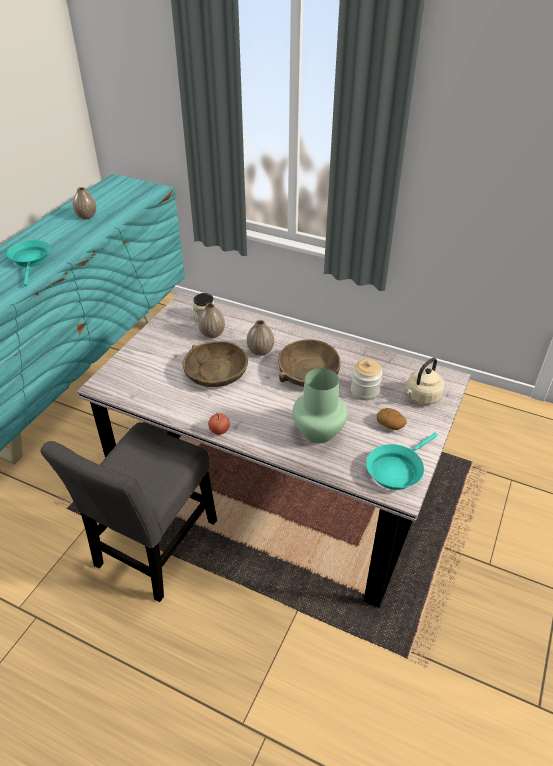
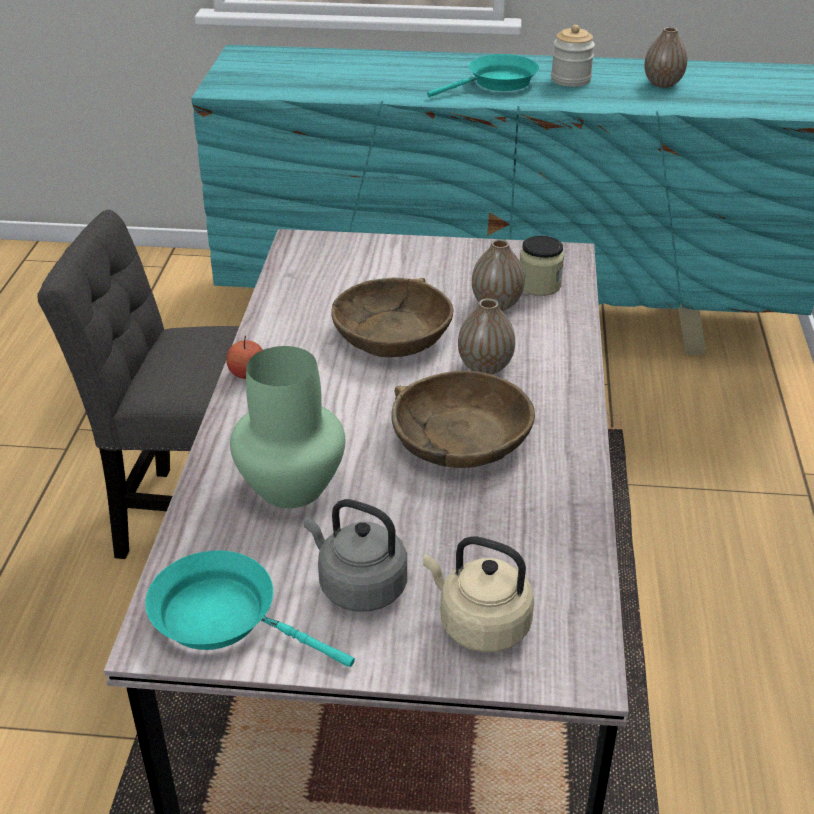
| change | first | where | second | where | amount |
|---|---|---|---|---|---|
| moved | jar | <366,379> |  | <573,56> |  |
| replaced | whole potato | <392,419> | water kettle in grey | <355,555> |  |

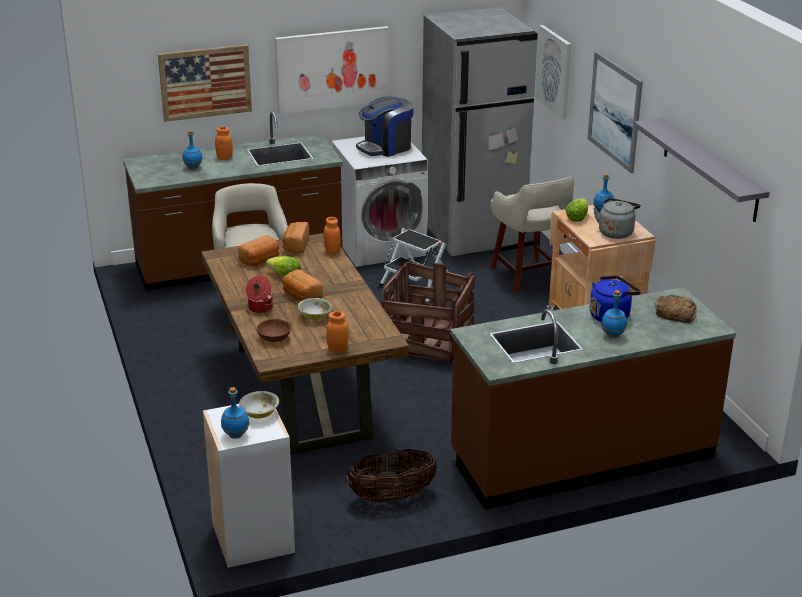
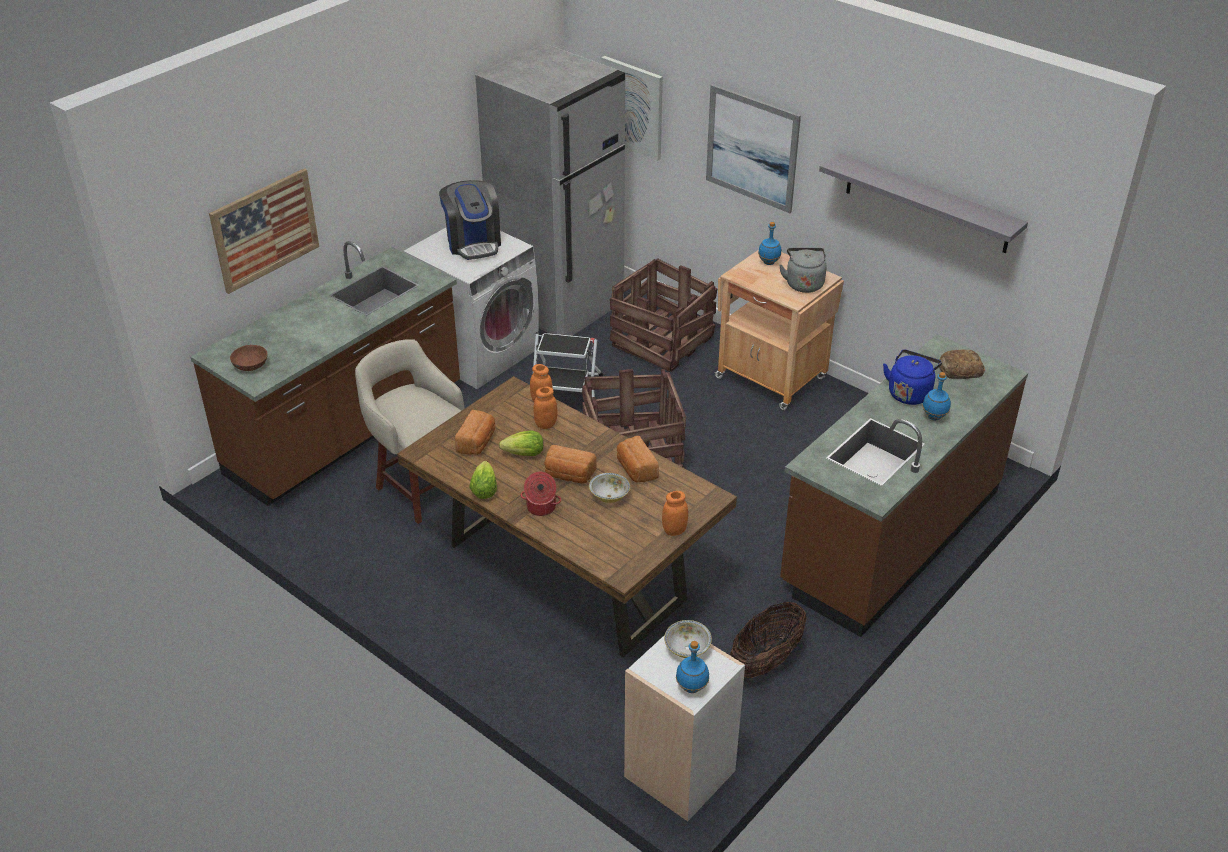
| change | first | where | second | where | amount |
|---|---|---|---|---|---|
| removed | bottle in bluish | <192,149> |  |  |  |
| moved | jar in orange | <224,143> |  | <545,408> |  |
| moved | bowl in brown | <274,330> |  | <249,358> |  |
| removed | picture | <332,70> |  |  |  |
| moved | bread | <295,238> |  | <638,459> |  |
| turned | coffee brewer | <385,127> |  | <470,220> | 45 degrees counterclockwise |
| replaced | stool in beige-coloured | <532,235> | crate | <663,315> |  |
| moved | lettuce head | <576,210> |  | <483,480> |  |

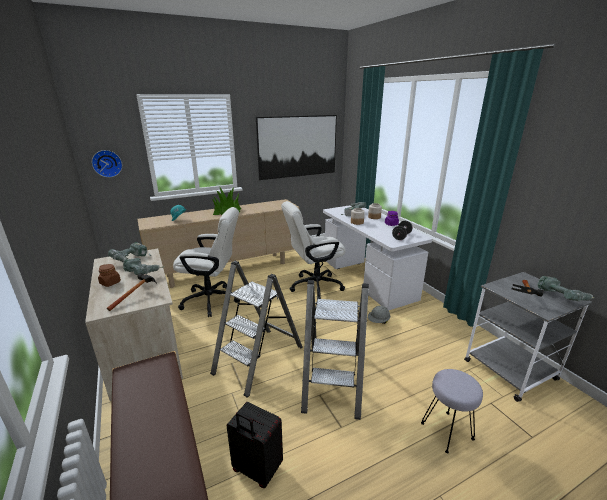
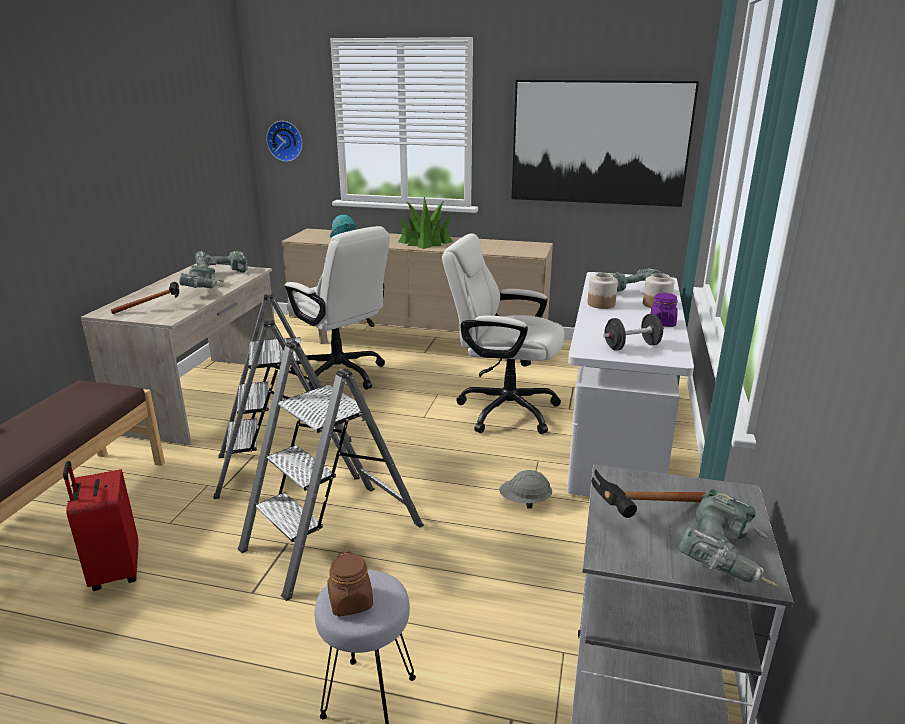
| change | first | where | second | where | amount |
|---|---|---|---|---|---|
| moved | jar in brown | <109,275> |  | <350,584> |  |
| recoloured | suitcase in black | <254,445> | suitcase in red | <101,526> |  |

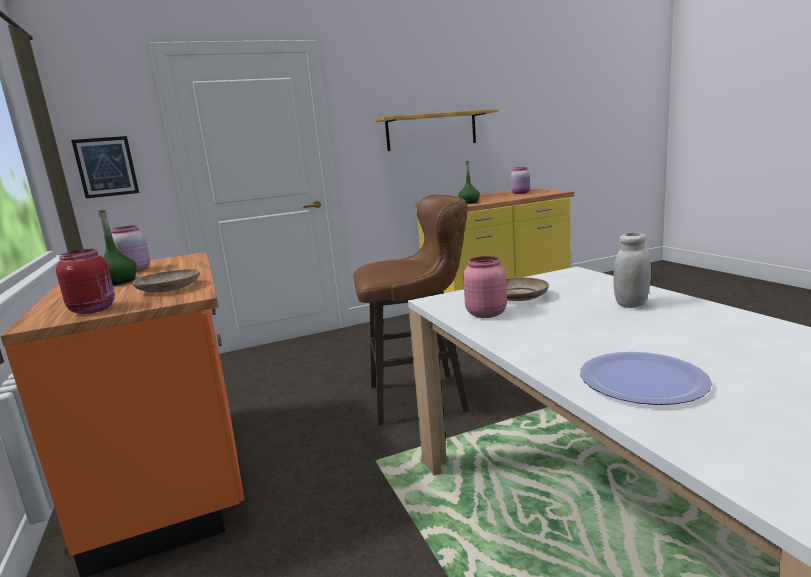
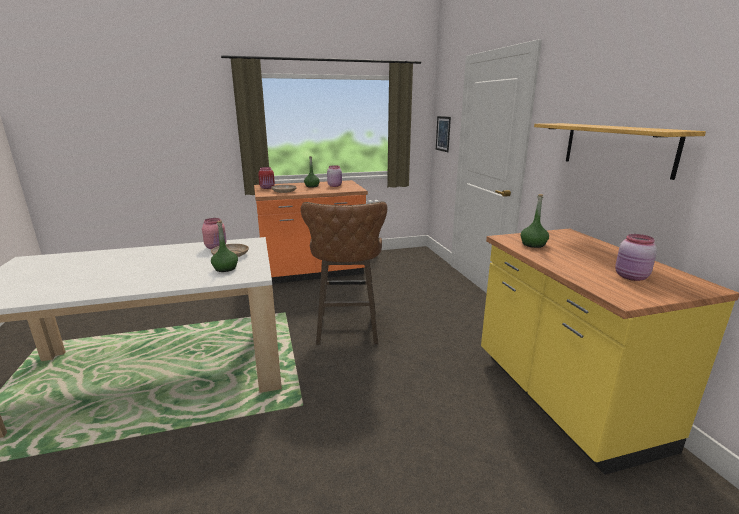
| change | first | where | second | where | amount |
|---|---|---|---|---|---|
| removed | plate | <646,378> |  |  |  |
| removed | jar in white | <632,270> |  |  |  |
| added |  |  | bottle in green | <224,246> |  |

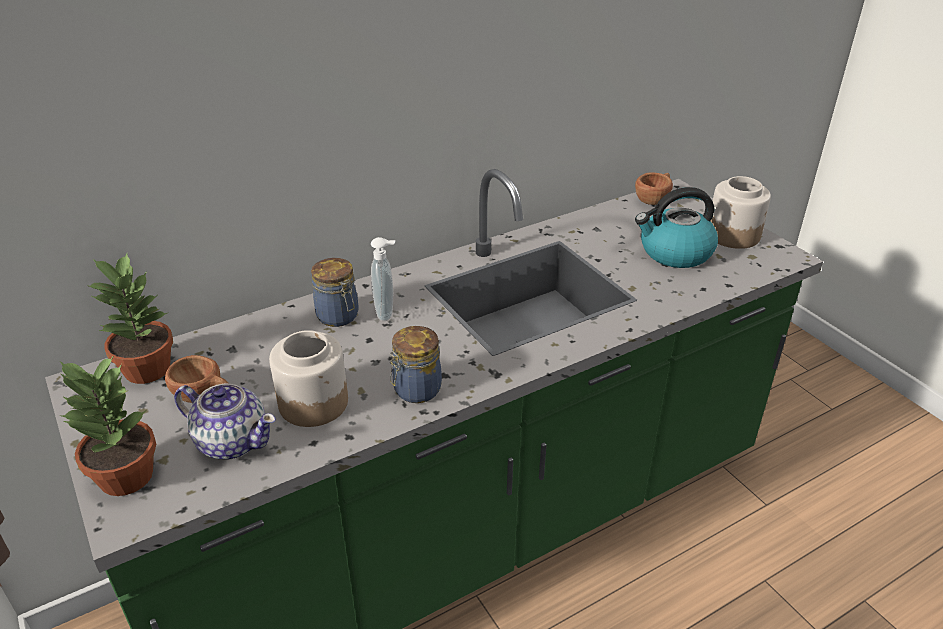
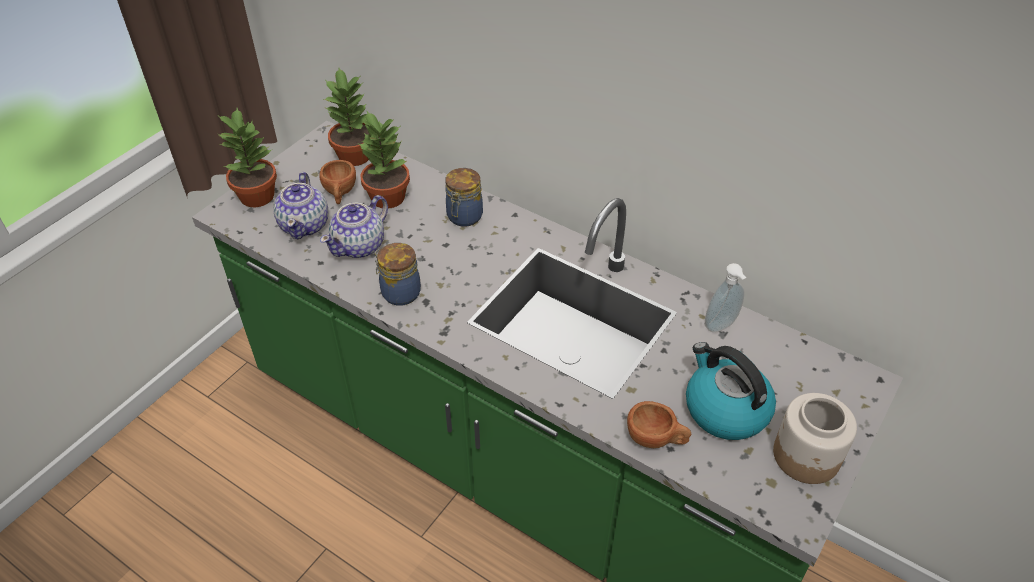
| change | first | where | second | where | amount |
|---|---|---|---|---|---|
| replaced | jar | <308,378> | teapot | <354,226> |  |
| moved | soap dispenser | <383,279> |  | <726,297> |  |
| moved | drinking cup in brown | <654,188> |  | <659,424> |  |
| added |  |  | plant in a pot | <384,159> |  |

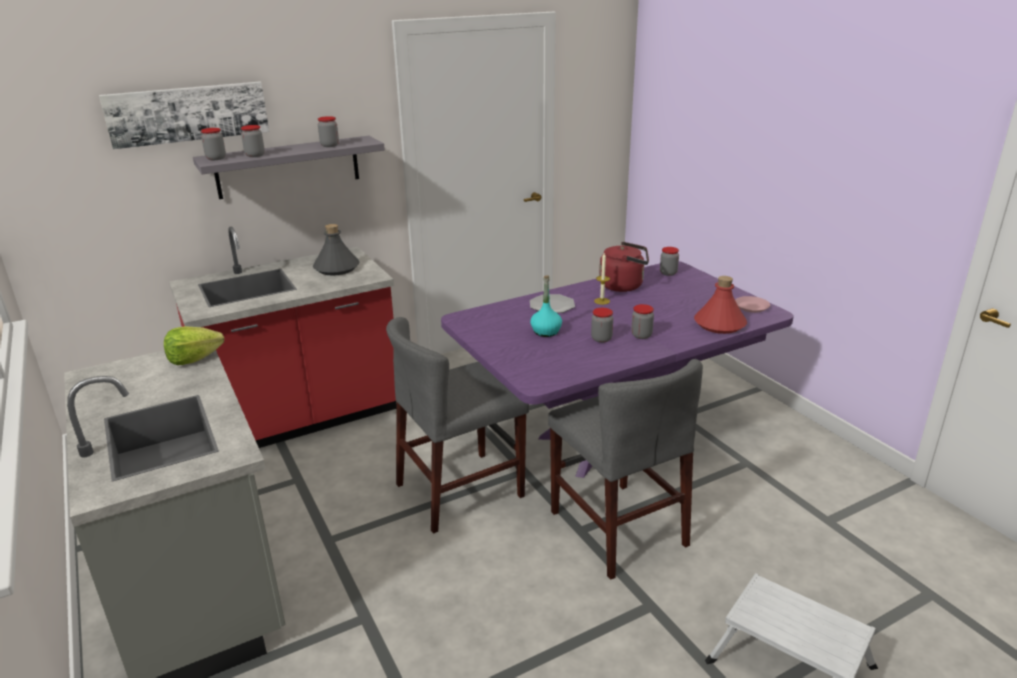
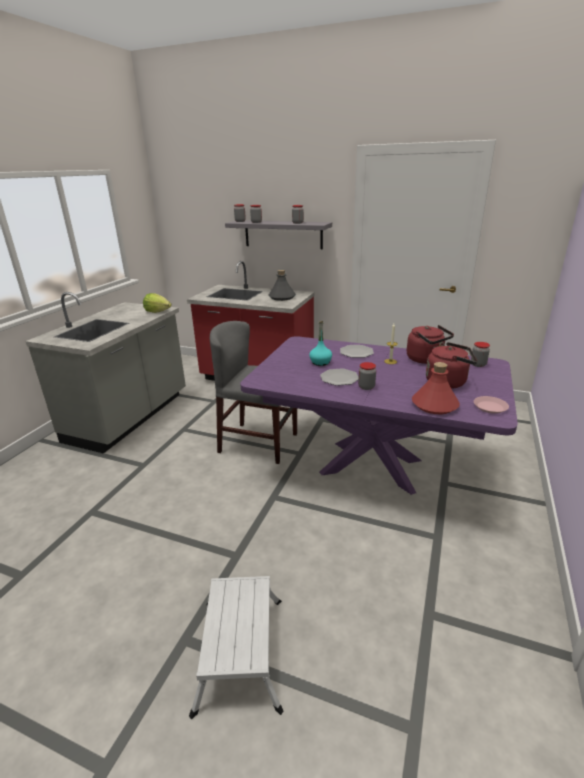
| change | first | where | second | where | amount |
|---|---|---|---|---|---|
| removed | picture | <184,115> |  |  |  |
| removed | upright chair in grey | <625,469> |  |  |  |
| replaced | jar | <602,325> | plate | <339,377> |  |
| added |  |  | water kettle in red | <451,365> |  |

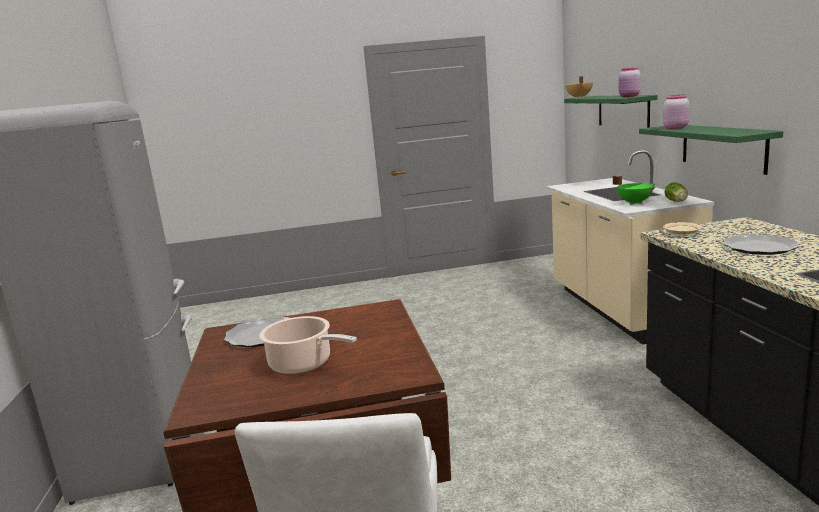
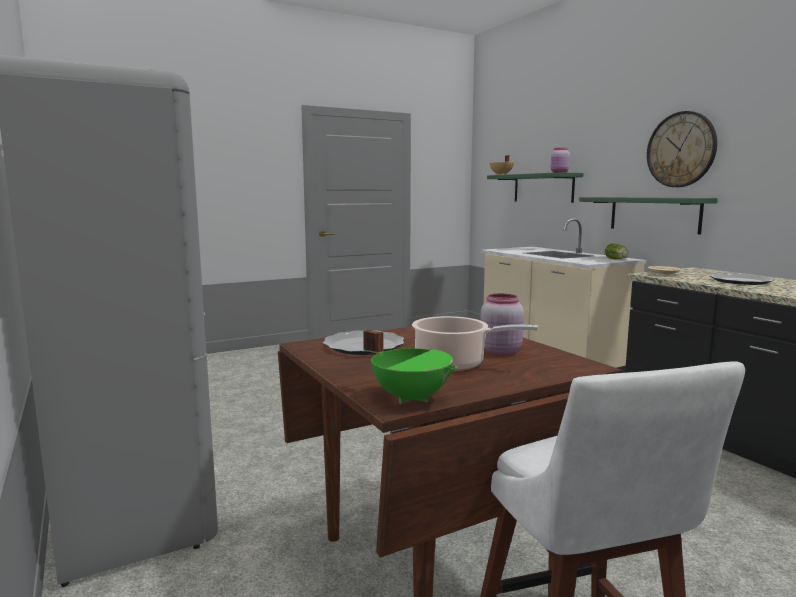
| change | first | where | second | where | amount |
|---|---|---|---|---|---|
| moved | cooking pot in green | <634,190> |  | <410,367> |  |
| moved | jar in pinkish | <676,112> |  | <502,324> |  |
| added |  |  | wall clock | <682,149> |  |

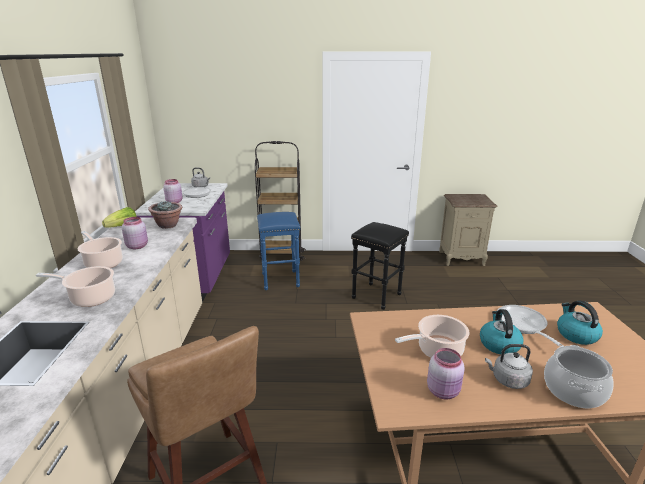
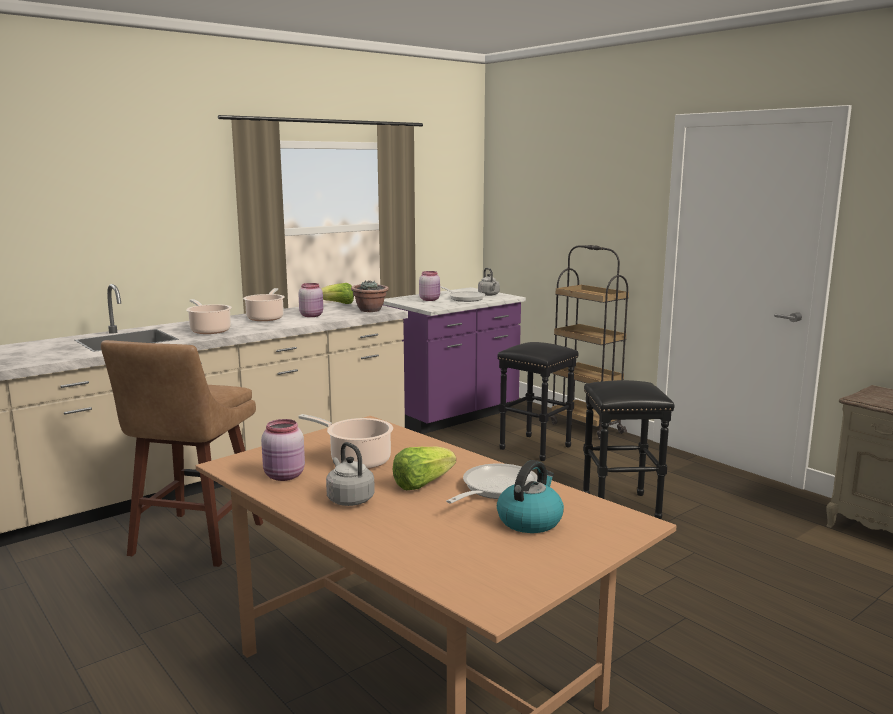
| change | first | where | second | where | amount |
|---|---|---|---|---|---|
| recoloured | stool in bluish | <278,251> | stool in black | <537,401> |  |
| replaced | water kettle | <502,332> | lettuce head | <424,468> |  |
| removed | cooking pot | <579,376> |  |  |  |

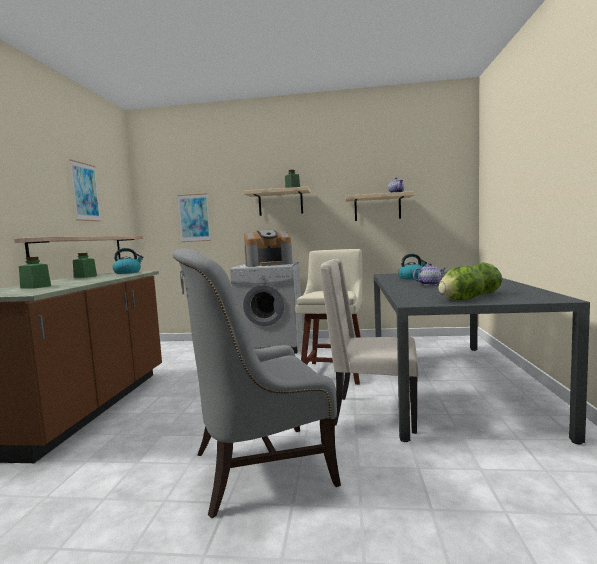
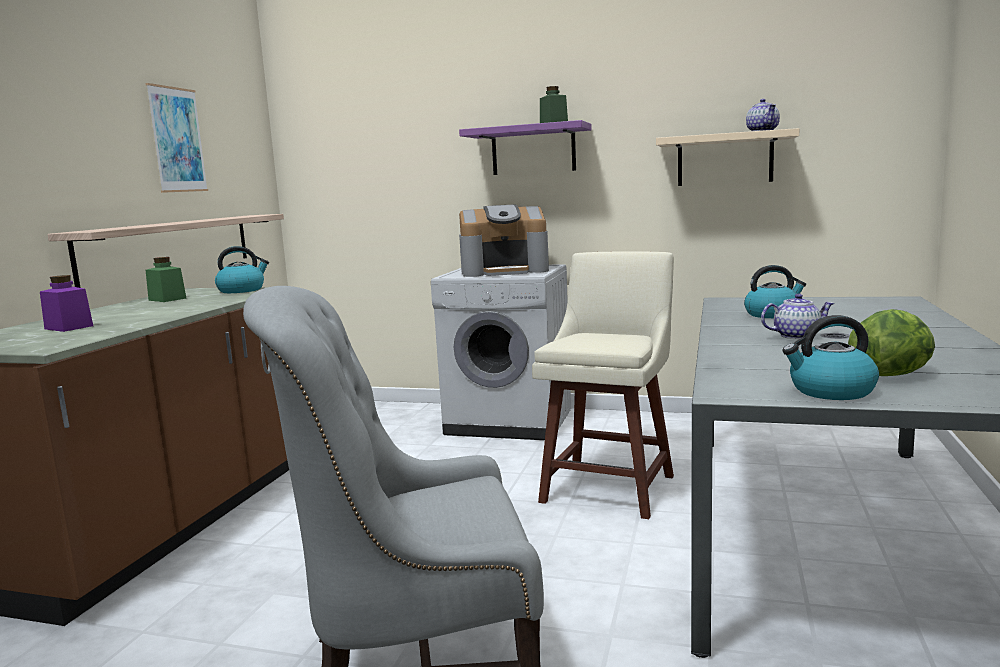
| change | first | where | second | where | amount |
|---|---|---|---|---|---|
| recoloured | jar in green | <35,272> | jar in purple | <66,303> |  |
| removed | picture | <194,217> |  |  |  |
| recoloured | shelf in beige-coloured | <277,201> | shelf in purple | <525,147> |  |
| removed | upright chair in beige-coloured | <369,346> |  |  |  |
| replaced | lettuce head | <461,283> | water kettle | <830,357> |  |

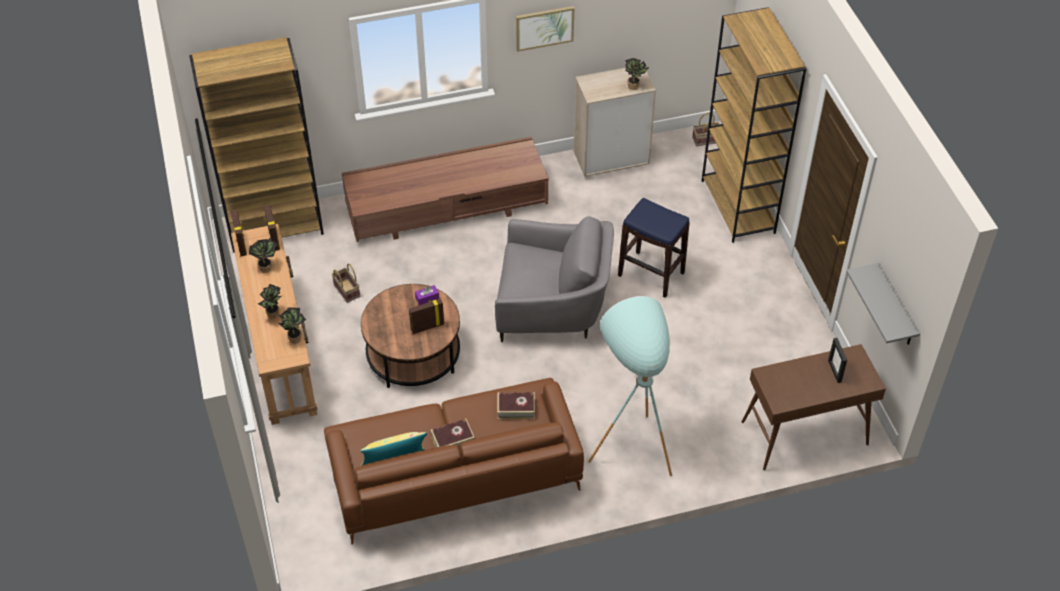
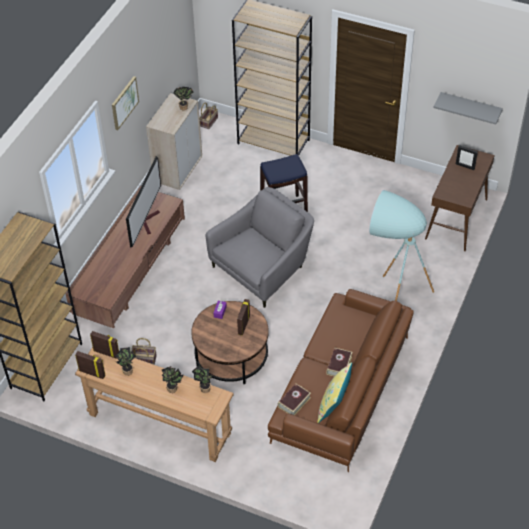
| change | first | where | second | where | amount |
|---|---|---|---|---|---|
| moved | book | <516,405> |  | <294,399> |  |
| added |  |  | TV set | <143,202> |  |

